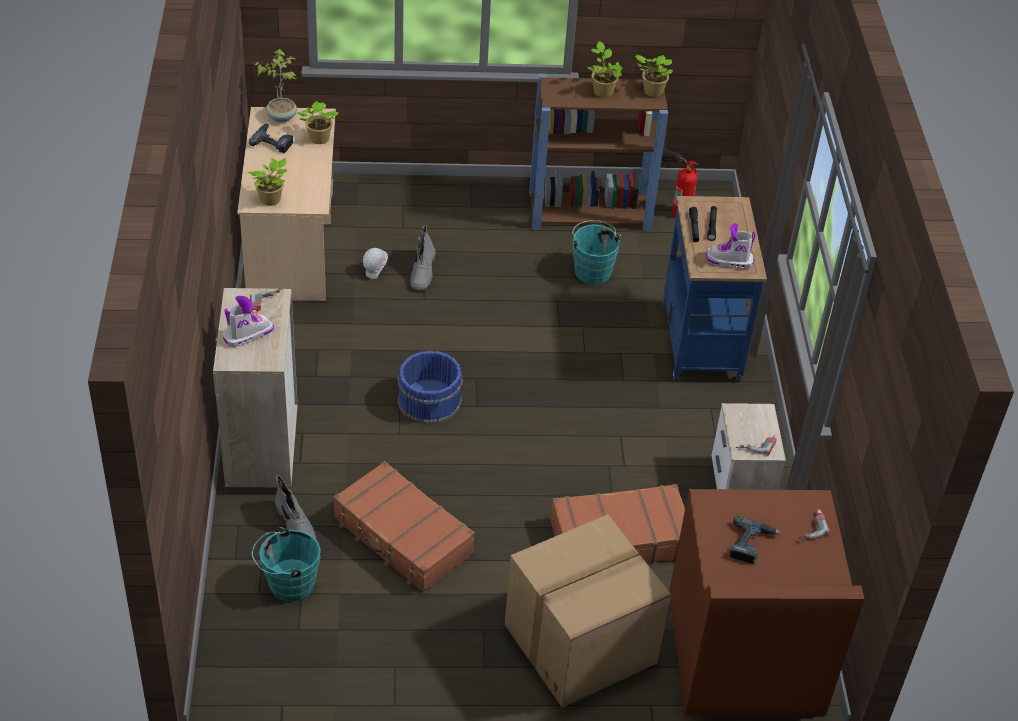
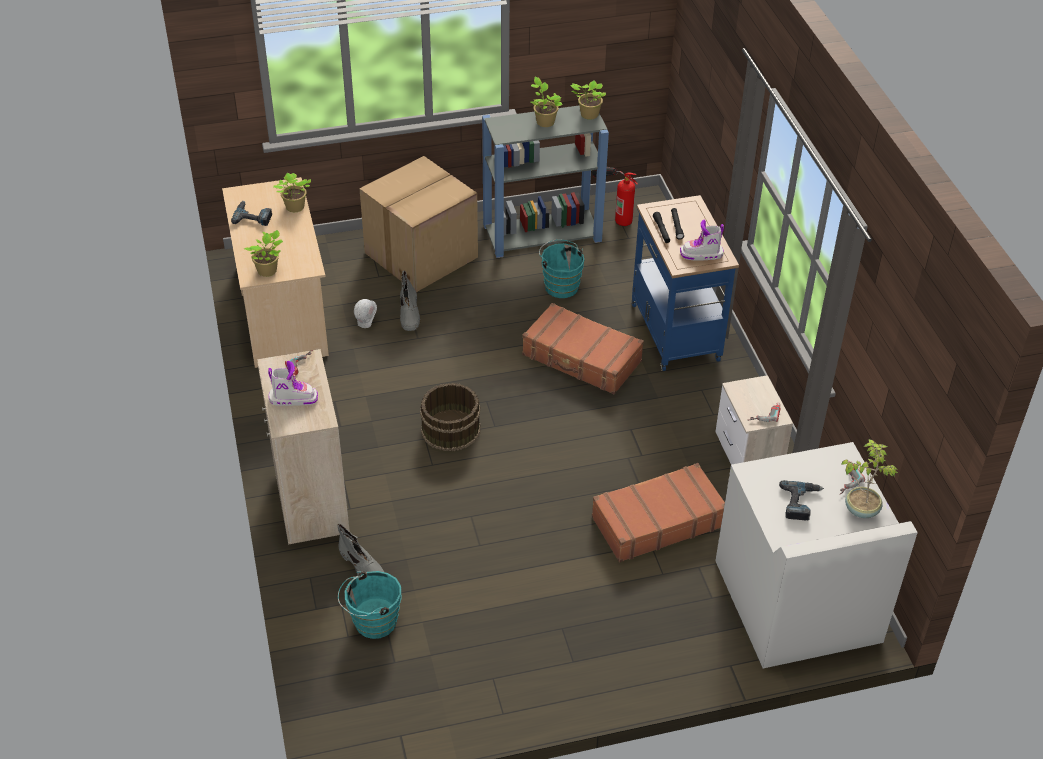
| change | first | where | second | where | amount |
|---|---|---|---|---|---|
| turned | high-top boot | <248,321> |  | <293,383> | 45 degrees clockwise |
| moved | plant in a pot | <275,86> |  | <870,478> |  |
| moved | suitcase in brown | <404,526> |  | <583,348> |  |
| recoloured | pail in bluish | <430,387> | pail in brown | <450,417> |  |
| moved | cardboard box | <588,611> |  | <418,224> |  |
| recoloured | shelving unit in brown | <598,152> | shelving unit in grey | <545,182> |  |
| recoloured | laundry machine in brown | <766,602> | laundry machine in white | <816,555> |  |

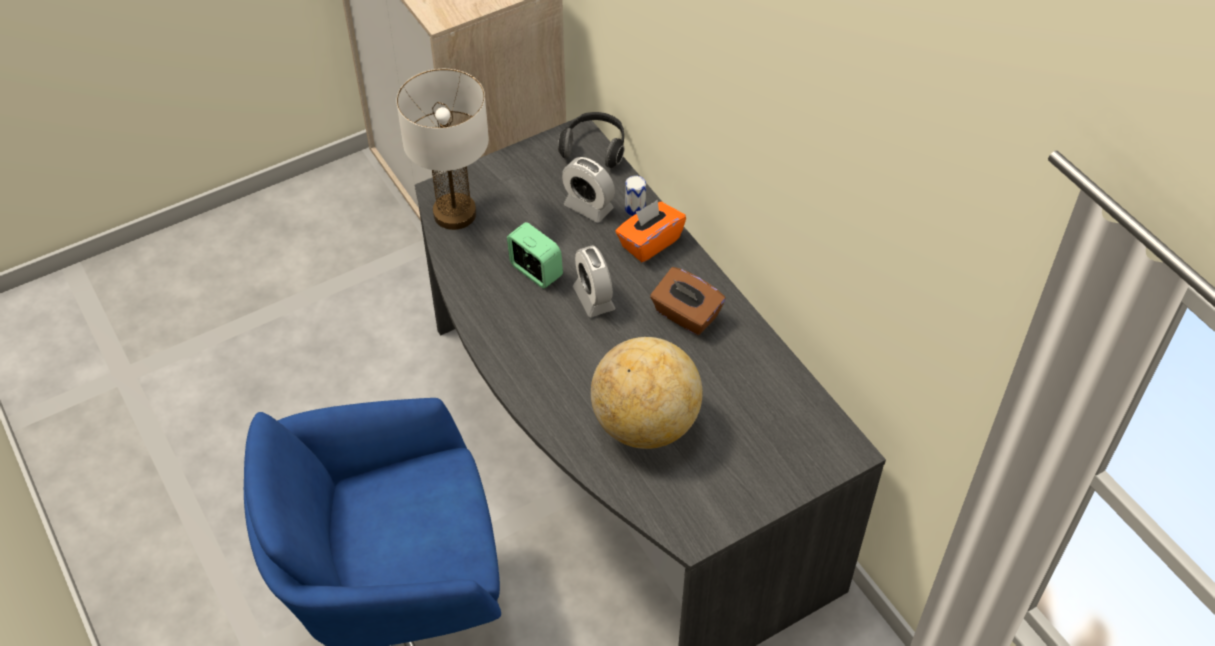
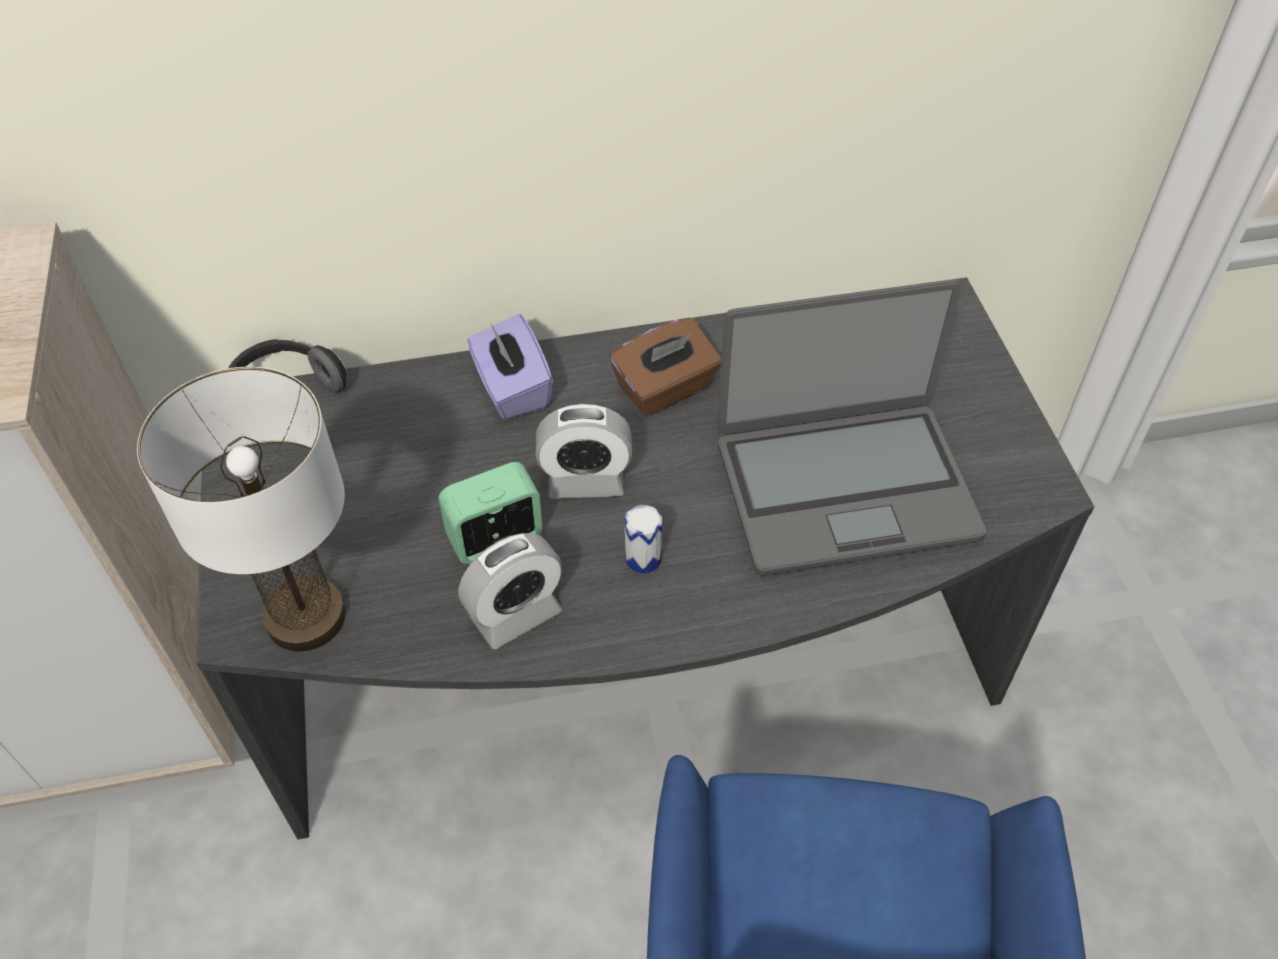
| change | first | where | second | where | amount |
|---|---|---|---|---|---|
| moved | table clock | <588,190> |  | <510,591> |  |
| replaced | globe | <646,393> | notebook computer | <851,427> |  |
| recoloured | tissue holder in orange | <650,231> | tissue holder in purple | <510,367> |  |
| moved | metal can | <635,196> |  | <643,539> |  |

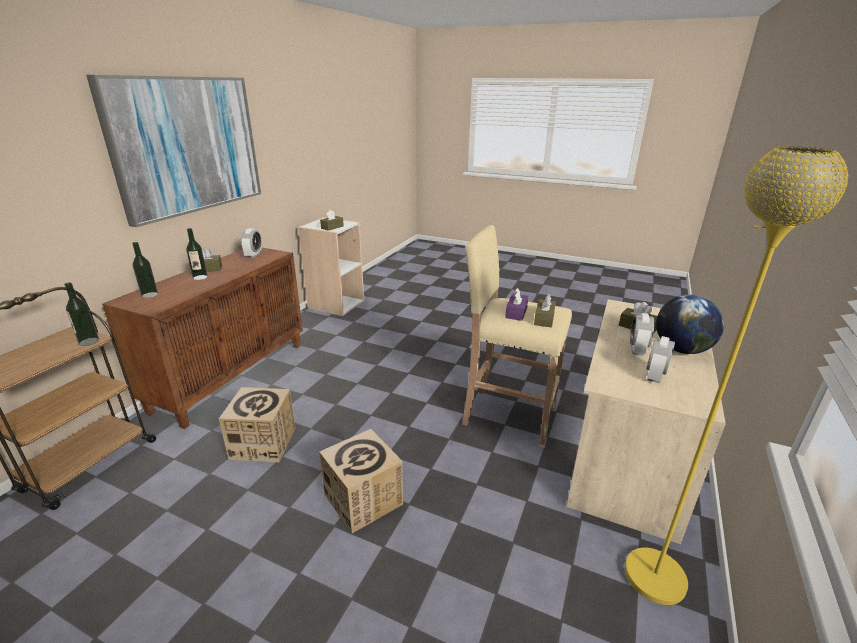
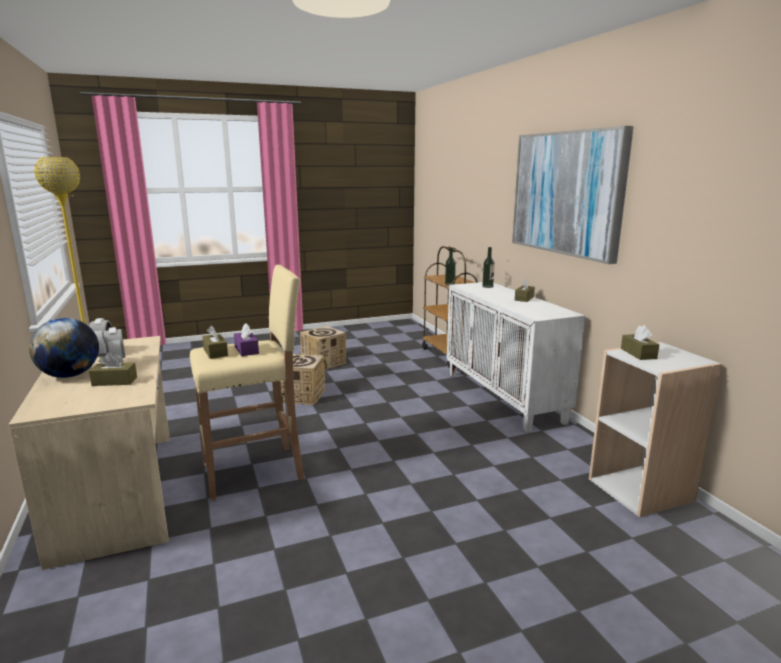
| change | first | where | second | where | amount |
|---|---|---|---|---|---|
| recoloured | storage cabinet in brown | <202,338> | storage cabinet in white | <516,357> |  |
| removed | bottle | <197,254> |  |  |  |
| moved | cardboard box | <257,424> |  | <323,348> |  |
| removed | table clock | <251,243> |  |  |  |

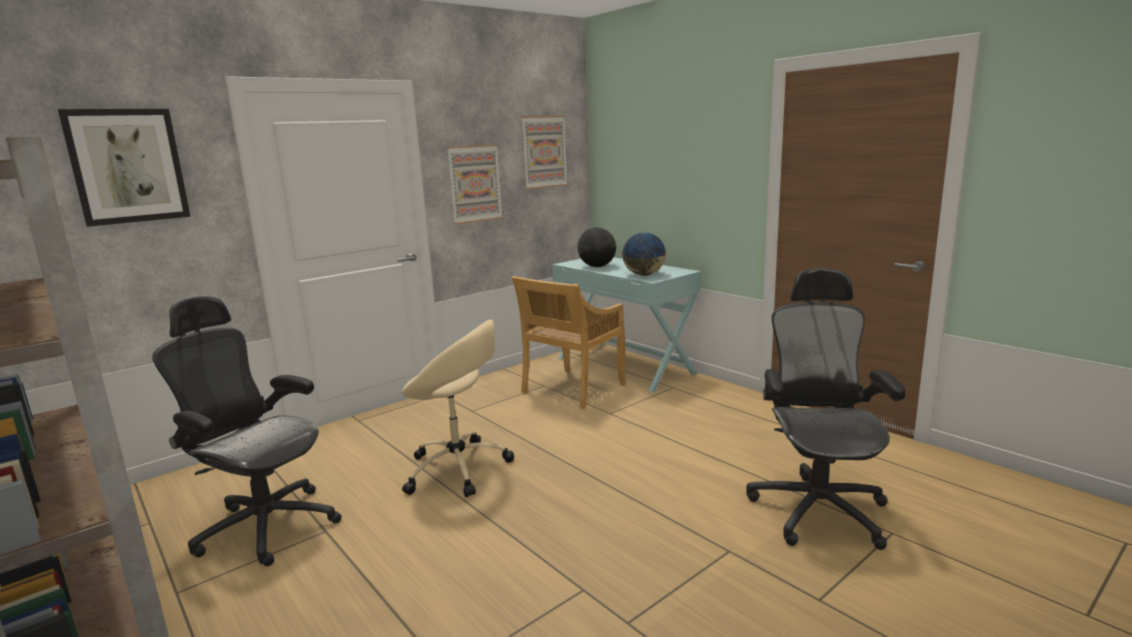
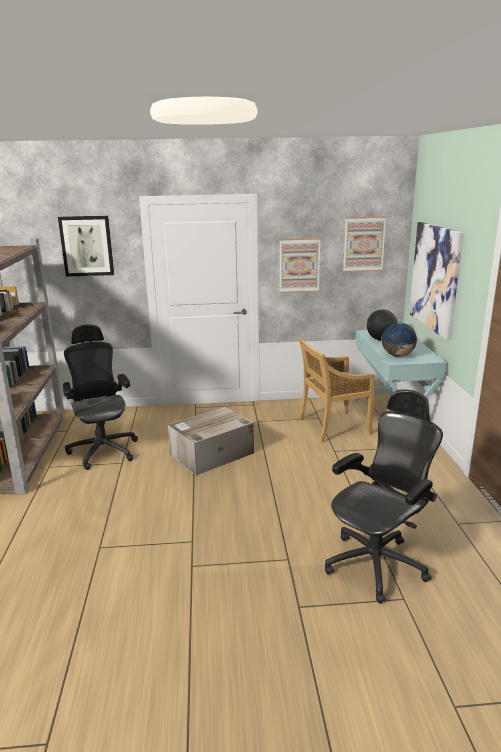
| change | first | where | second | where | amount |
|---|---|---|---|---|---|
| replaced | desk chair in beige-coloured | <458,408> | cardboard box | <211,441> |  |
| added |  |  | picture | <436,281> |  |

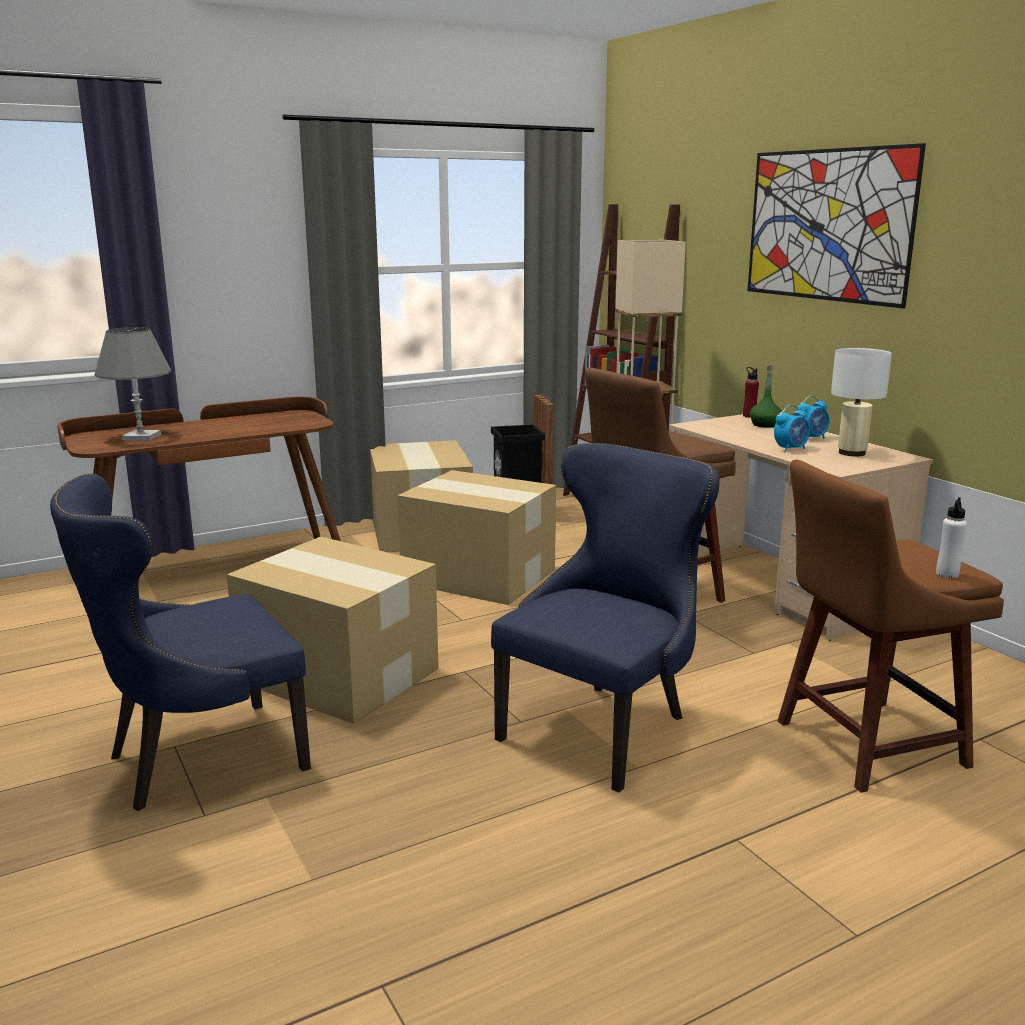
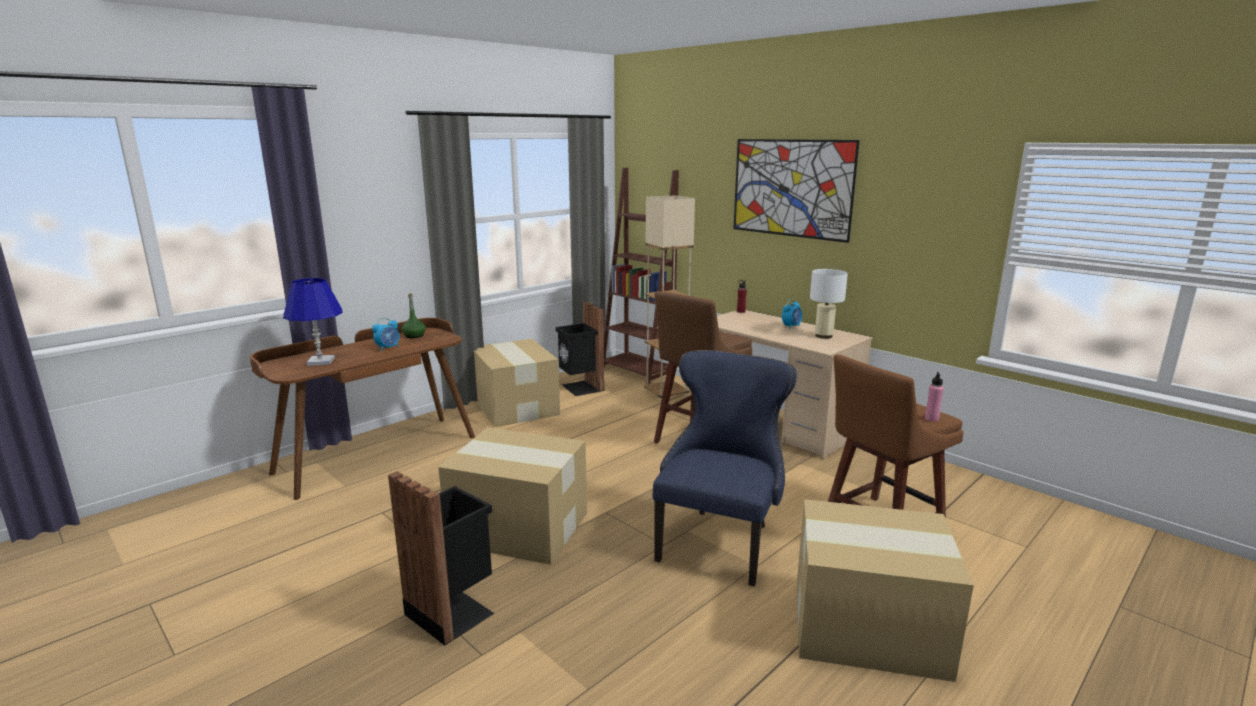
| change | first | where | second | where | amount |
|---|---|---|---|---|---|
| replaced | upright chair in bluish | <180,642> | rubbish bin in black | <441,558> |  |
| recoloured | table lamp in grey | <133,384> | table lamp in bluish | <313,322> |  |
| moved | cardboard box | <476,537> |  | <885,590> |  |
| moved | bottle in green | <766,396> |  | <414,315> |  |
| moved | table clock | <792,428> |  | <386,334> |  |
| recoloured | bottle in white | <951,537> | bottle in pinkish | <934,397> |  |

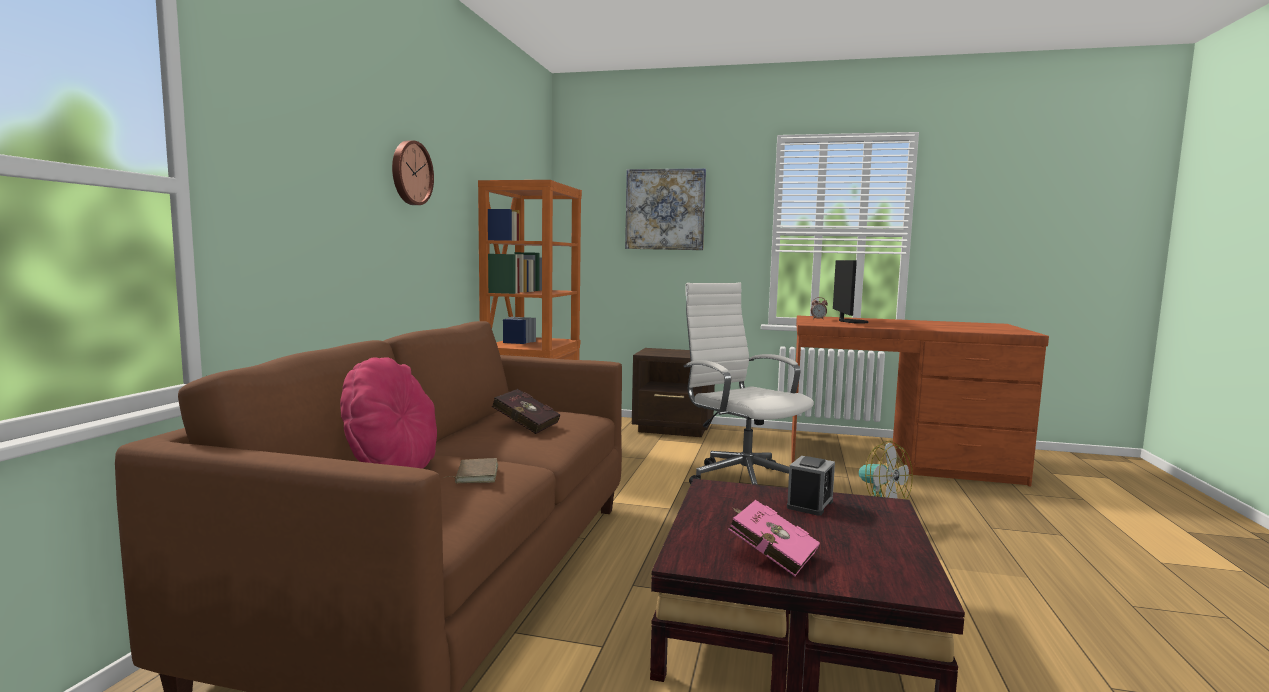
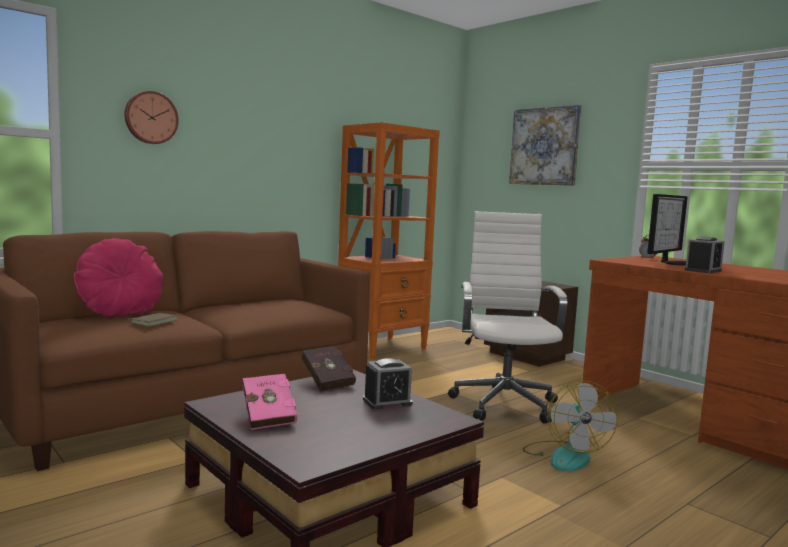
| change | first | where | second | where | amount |
|---|---|---|---|---|---|
| moved | wall clock | <413,172> |  | <151,117> |  |
| moved | book in red | <526,411> |  | <329,368> |  |
| added |  |  | table clock | <705,254> |  |

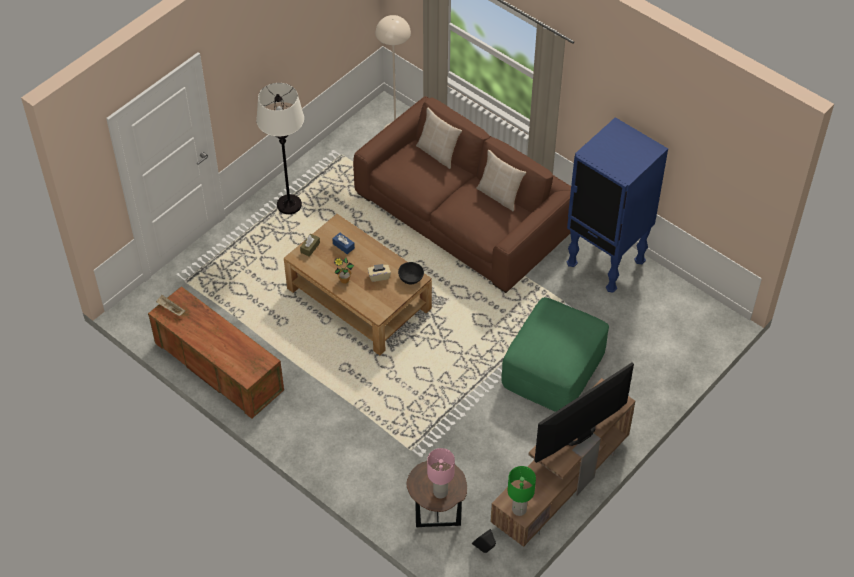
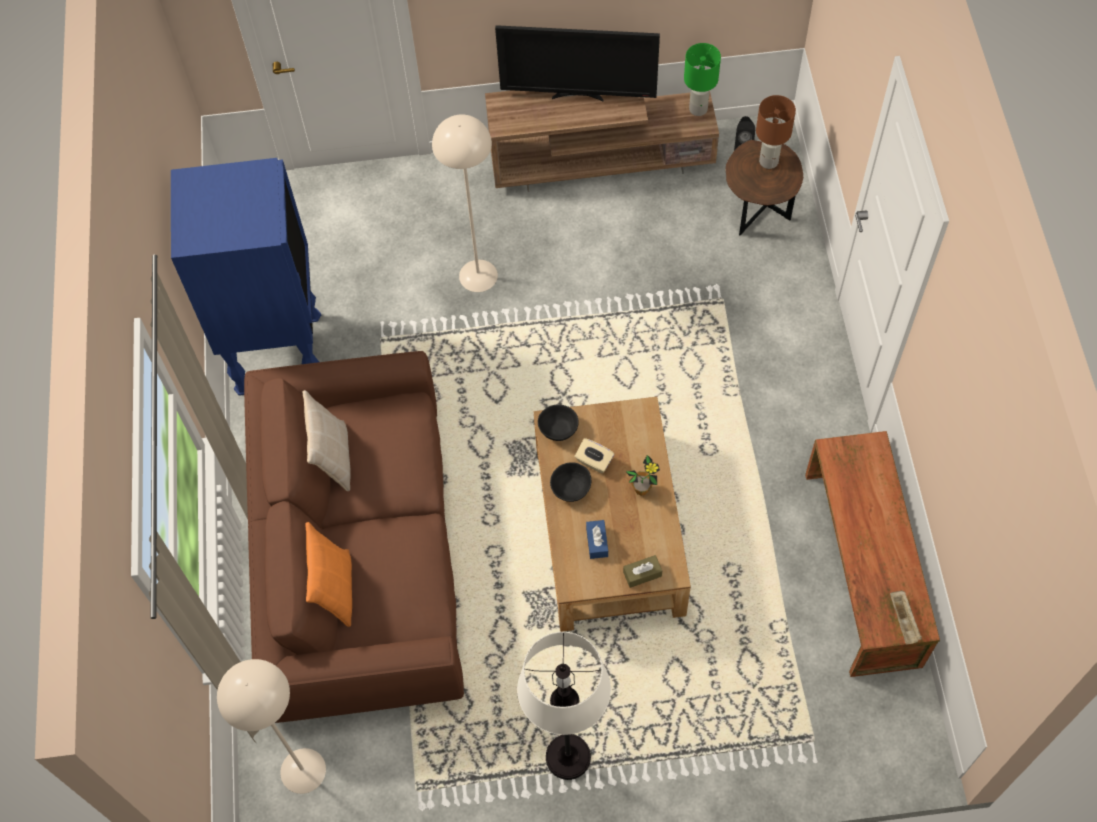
| change | first | where | second | where | amount |
|---|---|---|---|---|---|
| recoloured | pillow in beige-coloured | <439,138> | pillow in orange | <328,574> |  |
| recoloured | table lamp in pinkish | <441,473> | table lamp in brown | <776,132> |  |
| replaced | footrest in green | <555,354> | standard lamp in beige-coloured | <465,203> |  |
| added |  |  | bowl in black | <570,482> |  |

